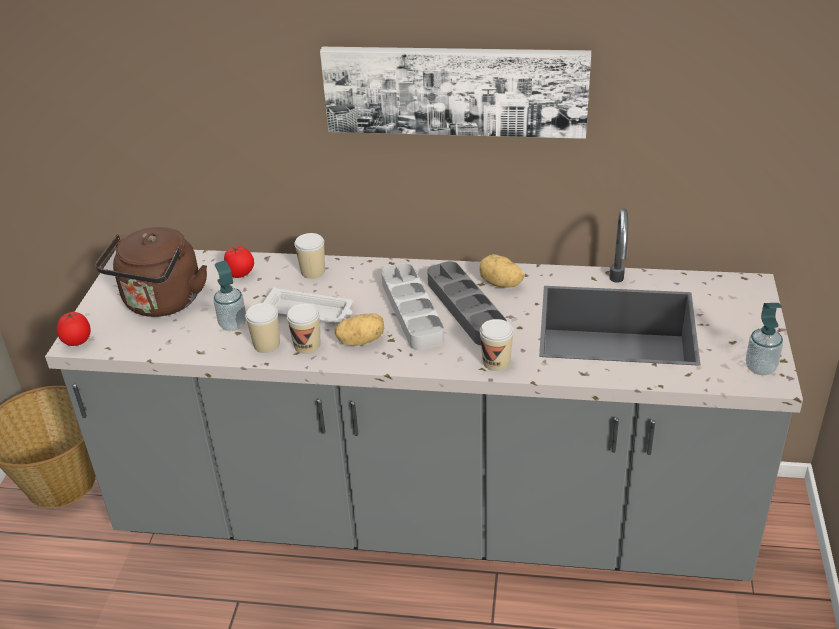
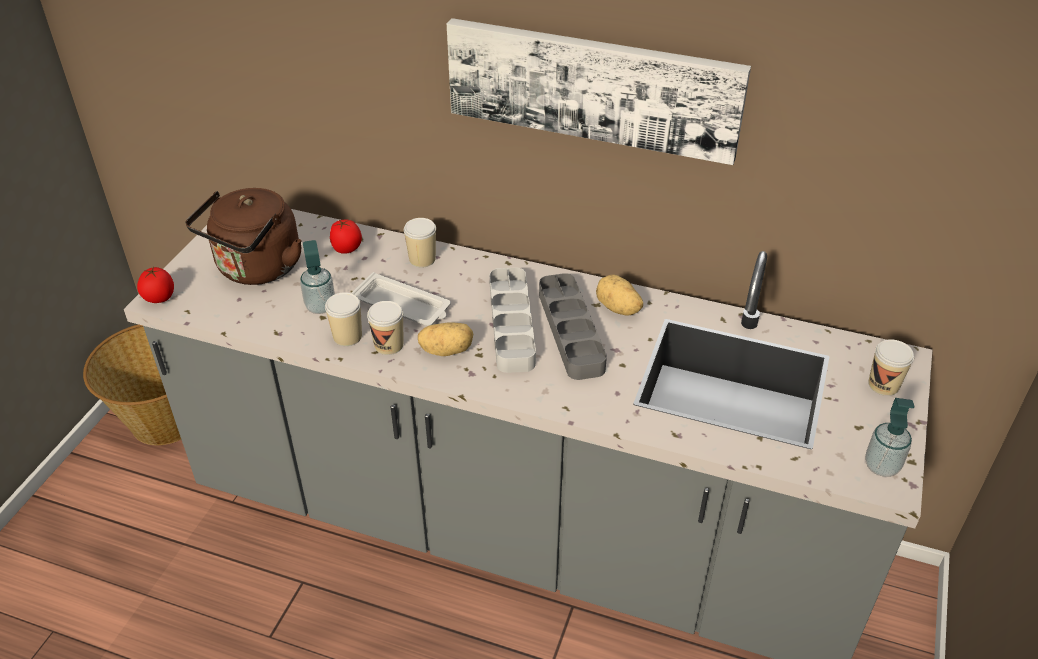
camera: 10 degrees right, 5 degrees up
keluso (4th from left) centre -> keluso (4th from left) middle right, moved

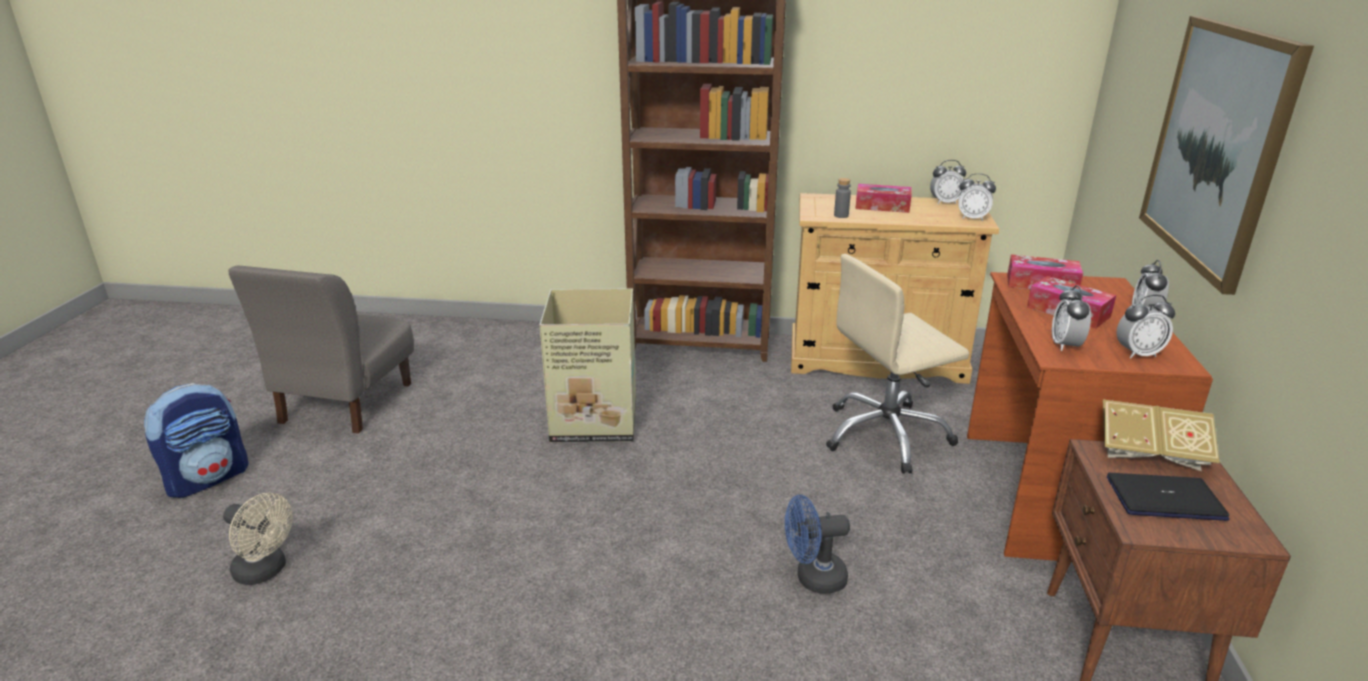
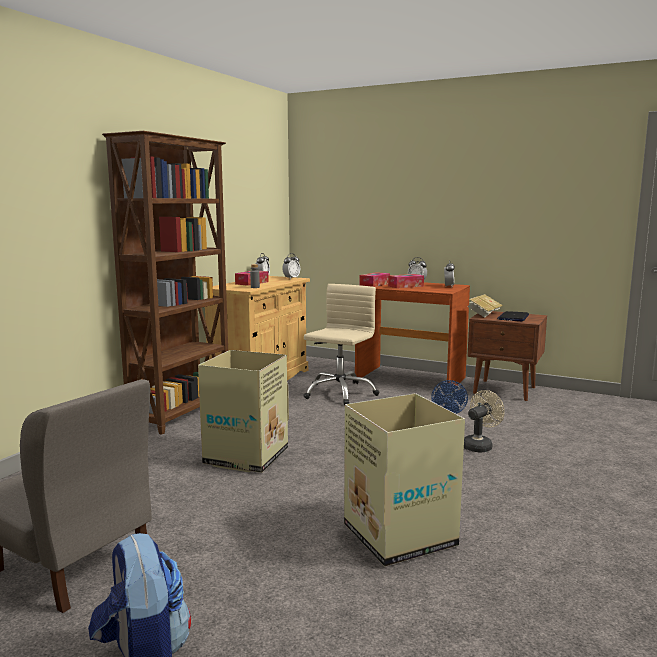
camera: 70 degrees left, 15 degrees down
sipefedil (3rd from left) middle right -> none
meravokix top right -> none
none -> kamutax (2nd from left) bottom centre
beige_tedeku bottom left -> beige_tedeku middle right, moved
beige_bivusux centre, 150 degrees counterclockwise

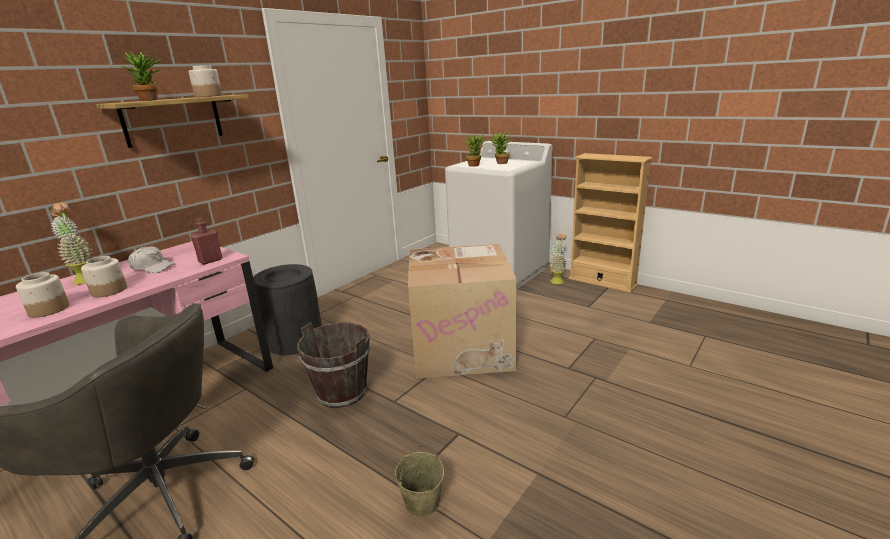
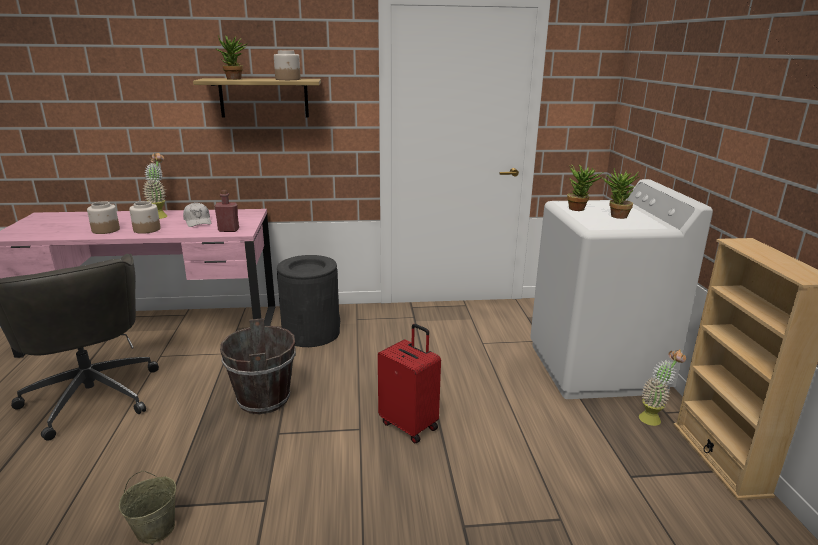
camera: 45 degrees right, 0 degrees up
kamutax centre -> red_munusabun bottom centre

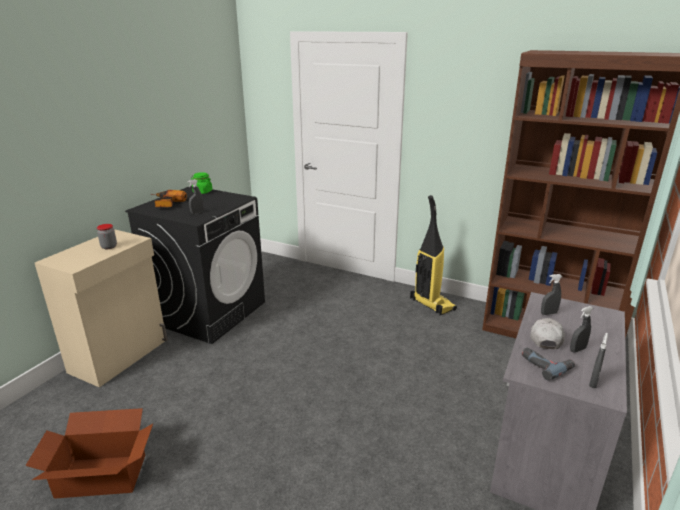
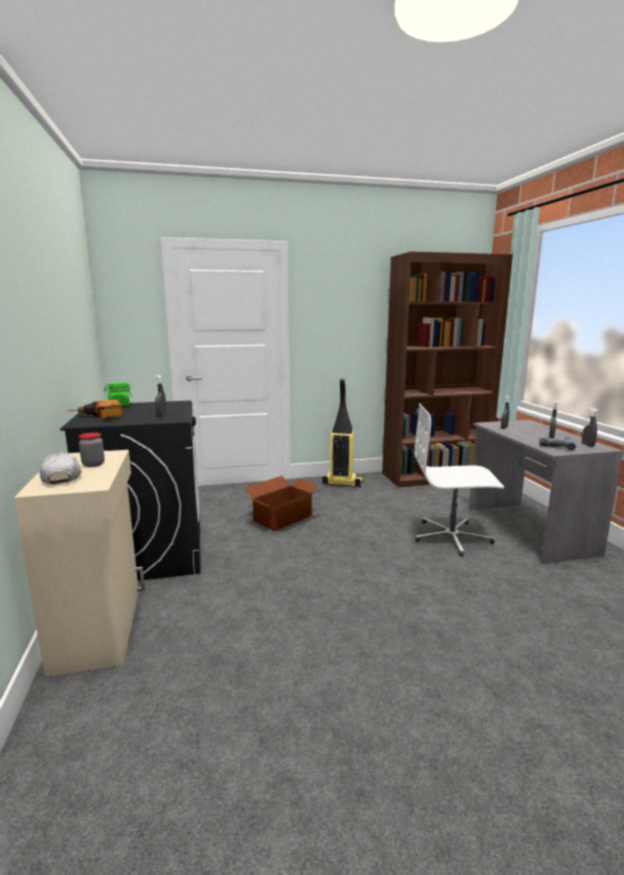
camera: 40 degrees left, 10 degrees down
none -> white_bivusux middle right
kamutax bottom left -> kamutax centre, moved
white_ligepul middle right -> white_ligepul middle left, moved

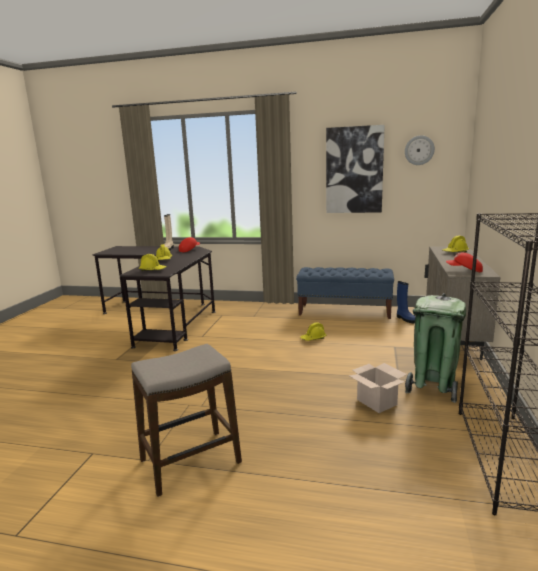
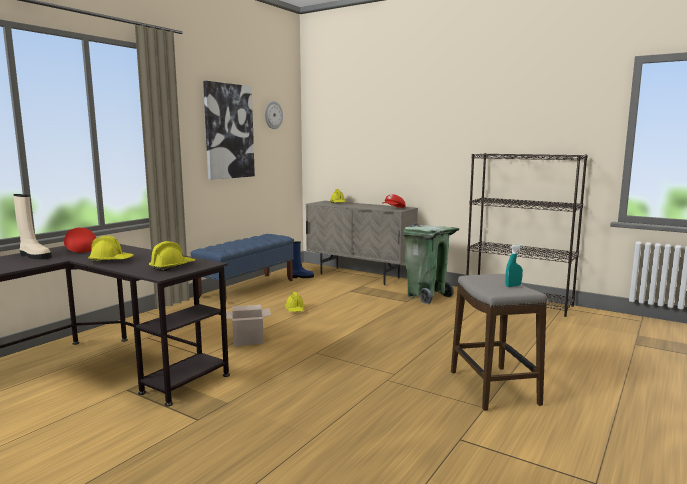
camera: 70 degrees left, 5 degrees down
none -> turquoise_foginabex middle right
kamutax bottom right -> kamutax bottom centre, moved

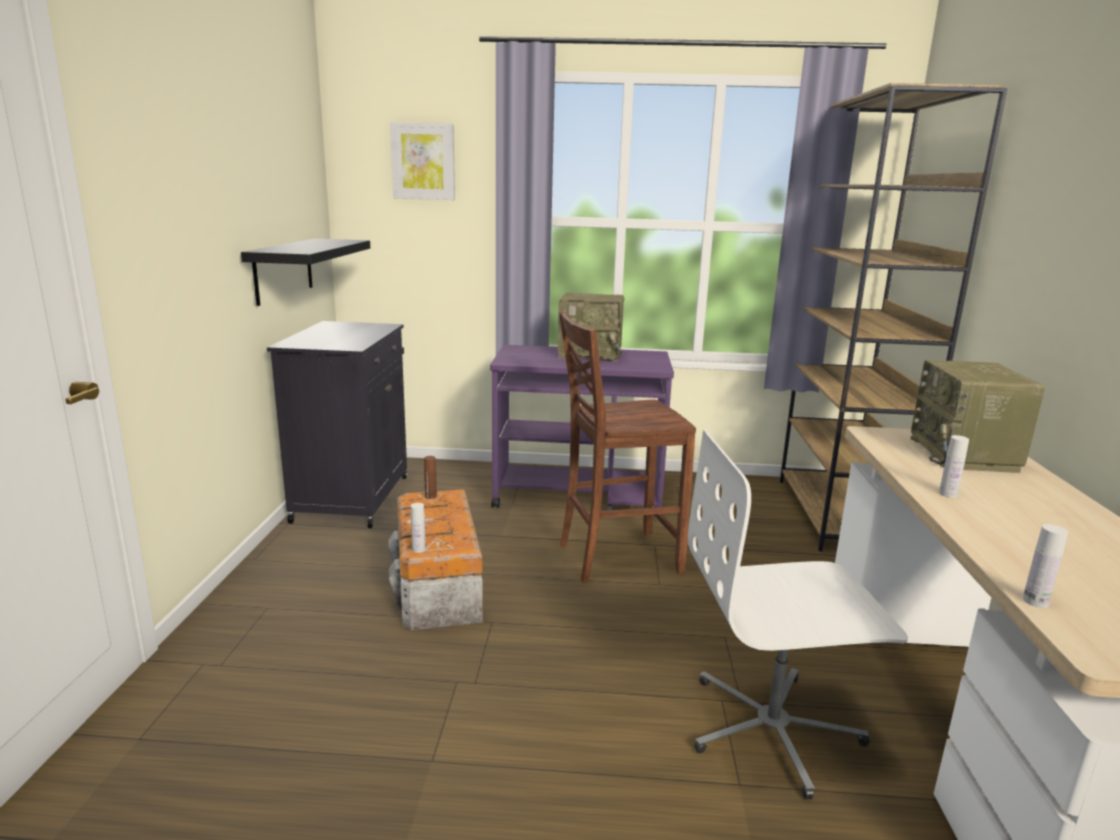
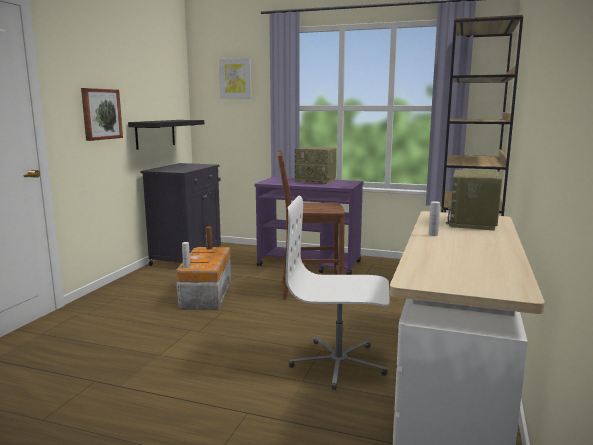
camera: 15 degrees right, 5 degrees down
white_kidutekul (3rd from left) bottom right -> none
none -> meravokix (1st from left) top left

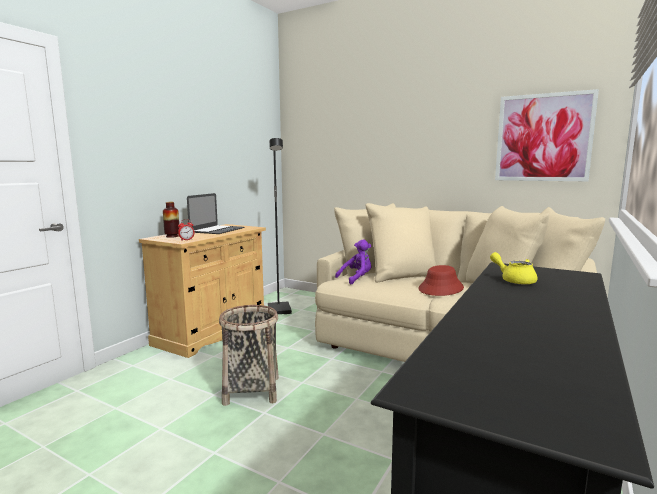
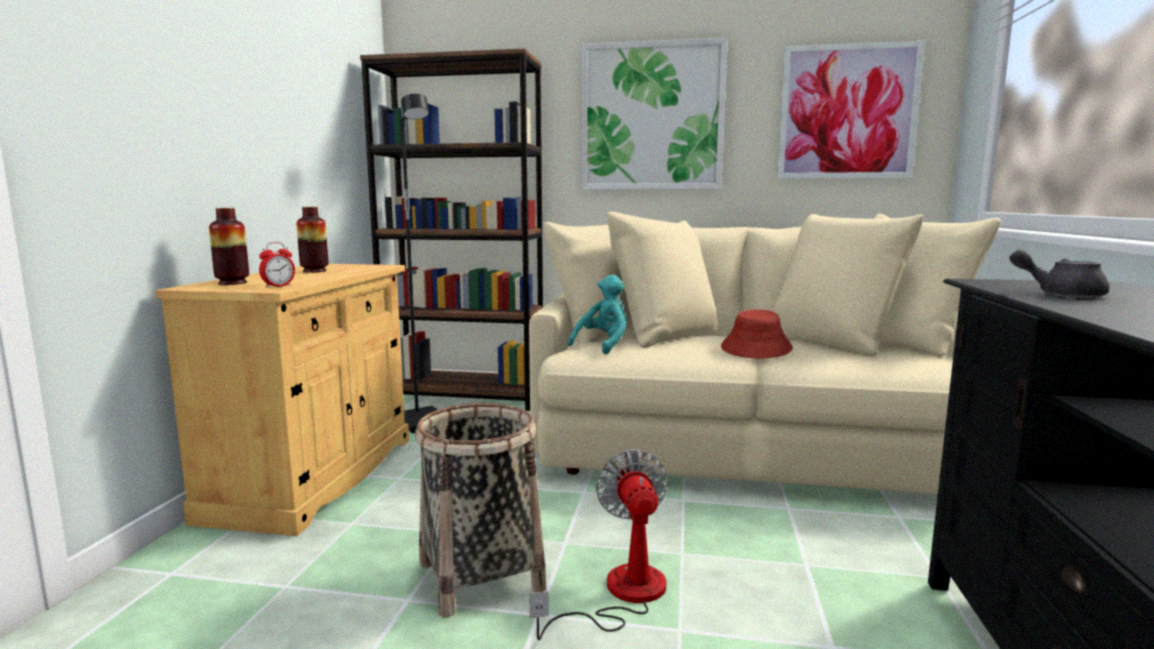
camera: 20 degrees left, 0 degrees up
none -> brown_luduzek centre
none -> tedeku bottom centre
none -> meravokix (1st from left) top centre
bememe middle left -> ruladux (2nd from left) middle left
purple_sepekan centre -> turquoise_sepekan centre
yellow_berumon middle right -> grey_berumon middle right

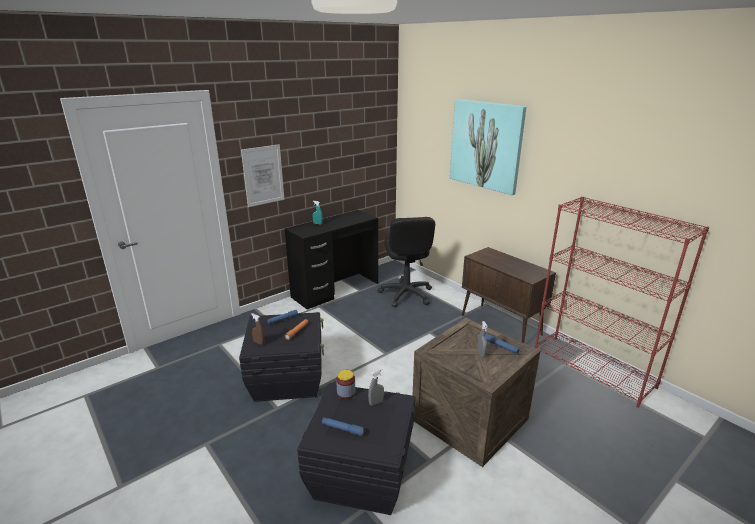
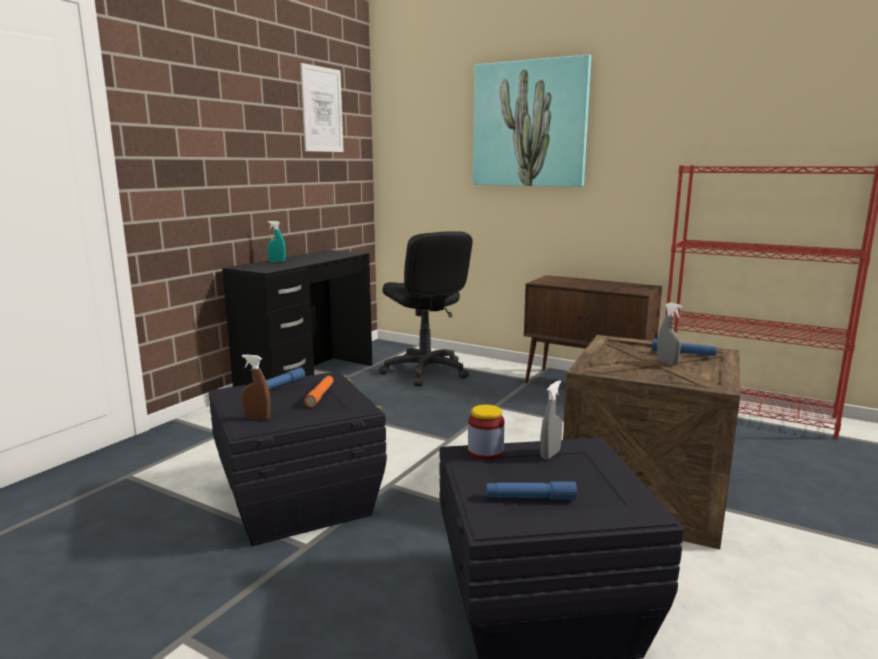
camera: 20 degrees left, 10 degrees down
meravokix (1st from left) centre -> meravokix (1st from left) top centre, moved

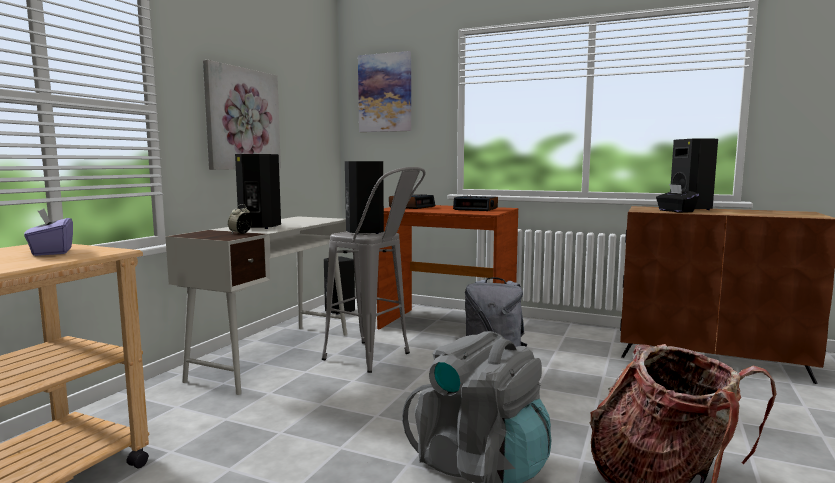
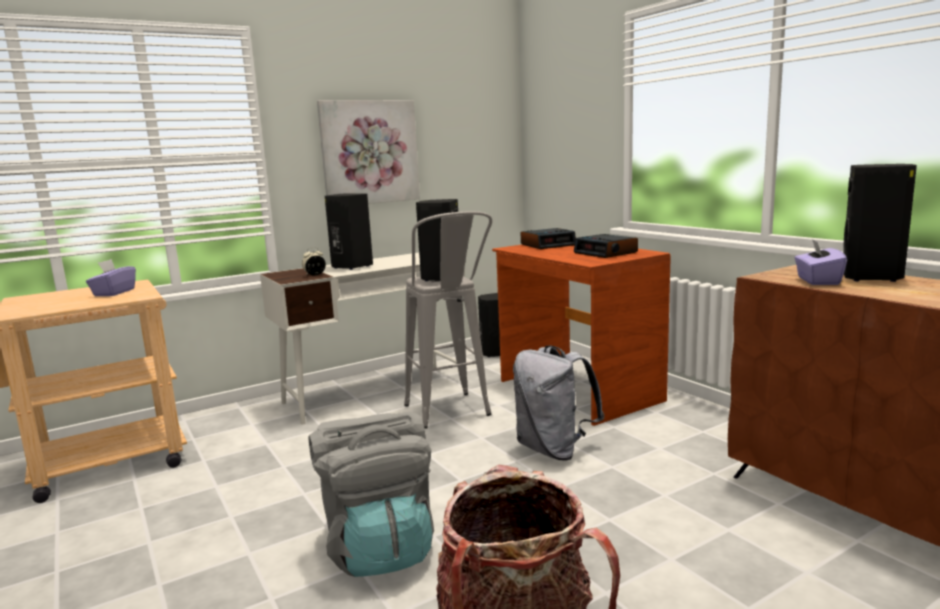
camera: 35 degrees right, 5 degrees up
meravokix (2nd from left) top centre -> none
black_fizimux middle right -> purple_fizimux (2nd from left) middle right

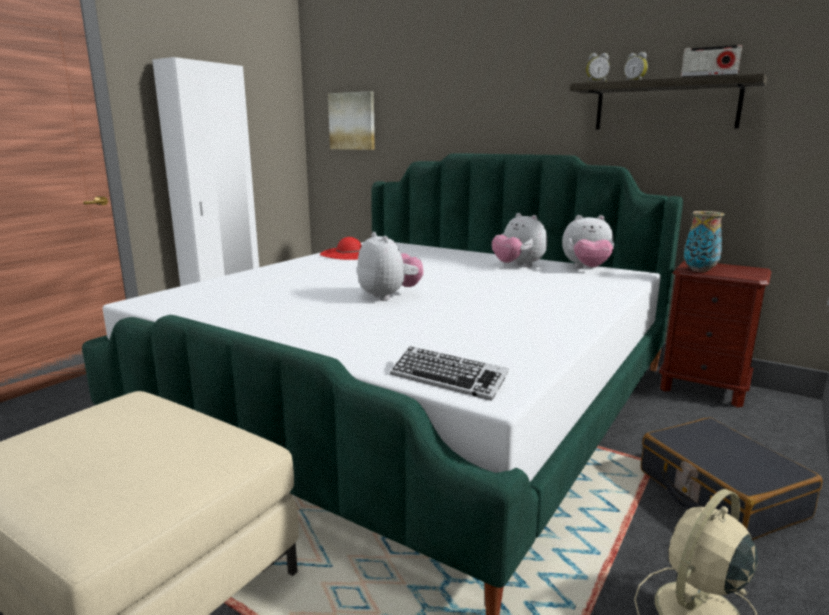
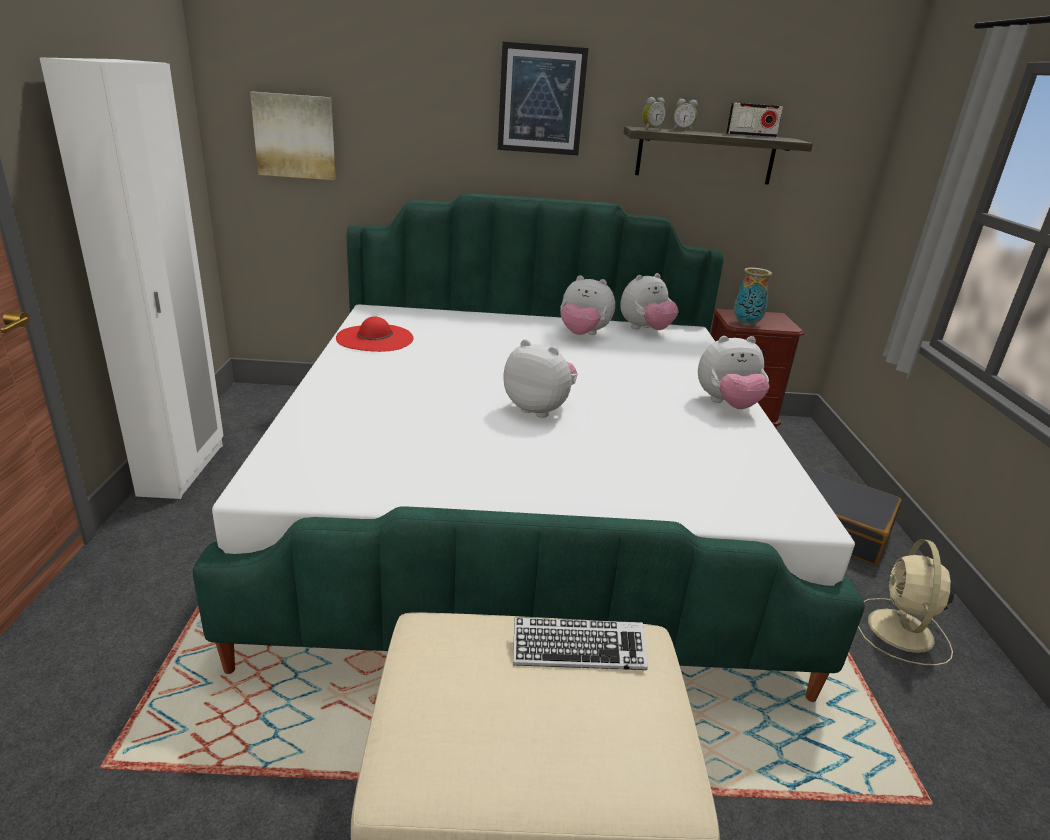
camera: 35 degrees left, 10 degrees up
none -> meravokix (2nd from left) top centre
none -> sepekan (4th from left) middle right
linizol centre -> linizol bottom centre, moved

